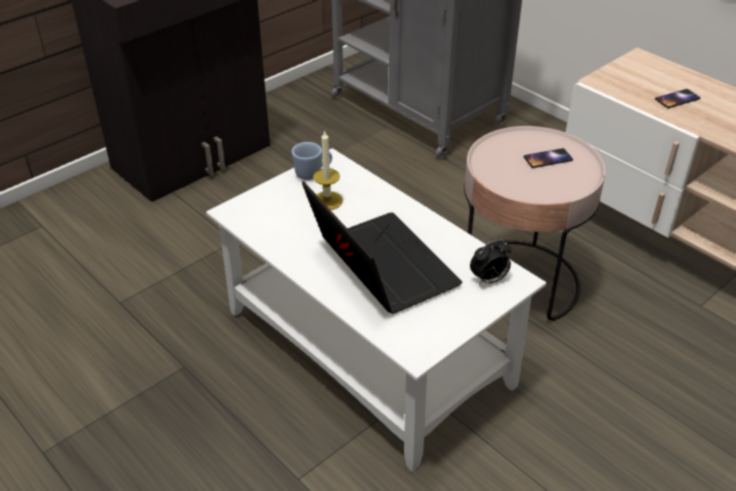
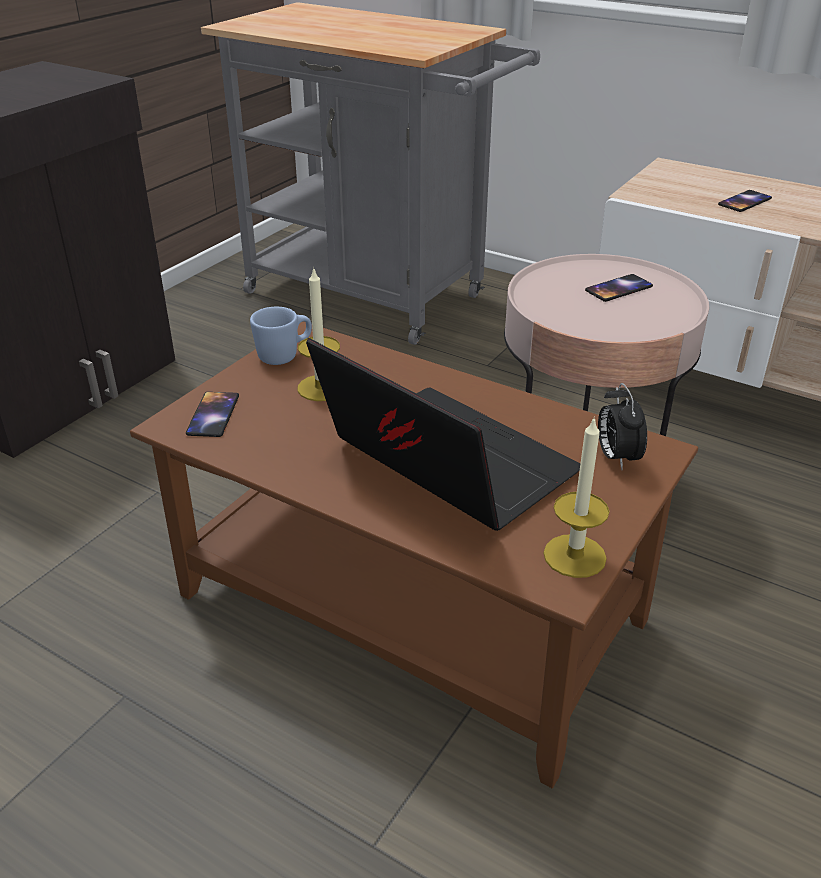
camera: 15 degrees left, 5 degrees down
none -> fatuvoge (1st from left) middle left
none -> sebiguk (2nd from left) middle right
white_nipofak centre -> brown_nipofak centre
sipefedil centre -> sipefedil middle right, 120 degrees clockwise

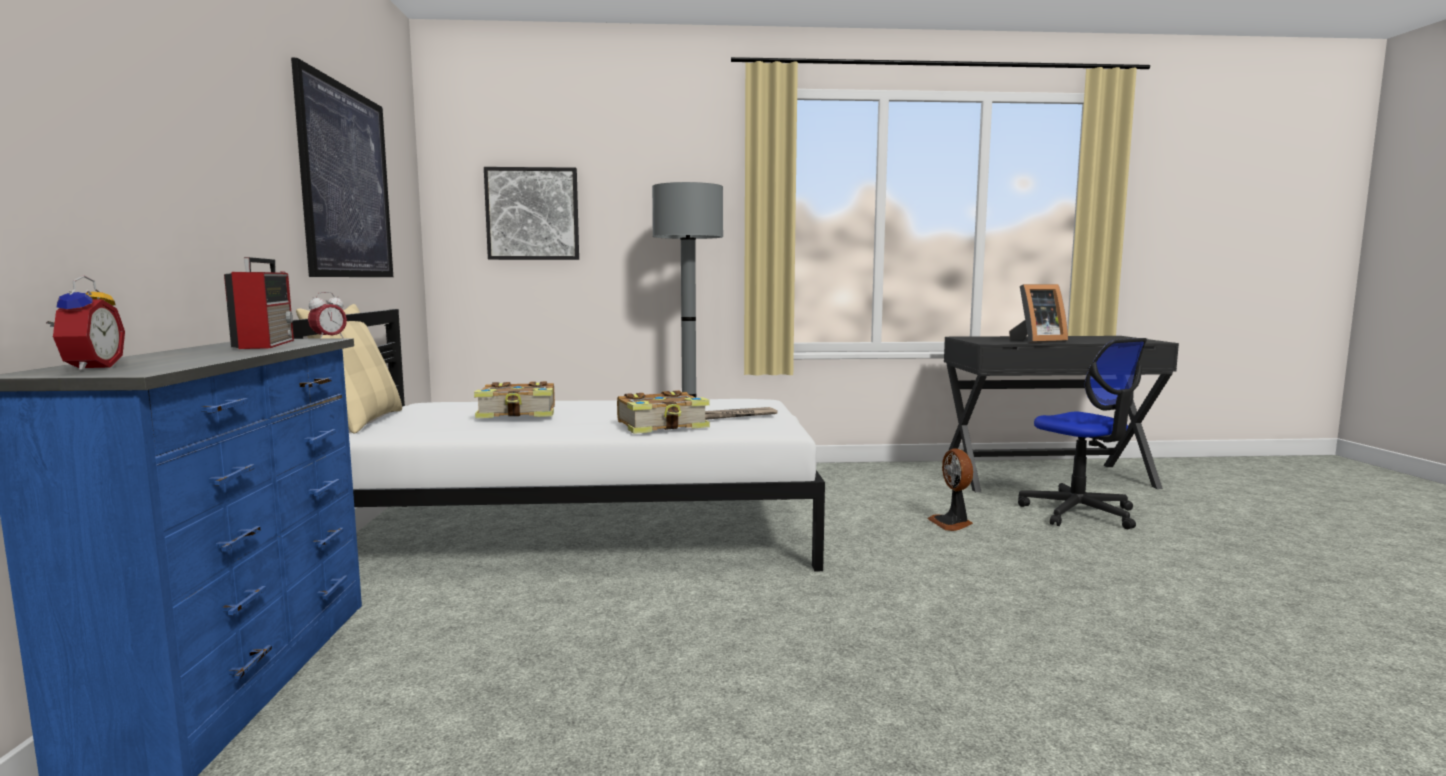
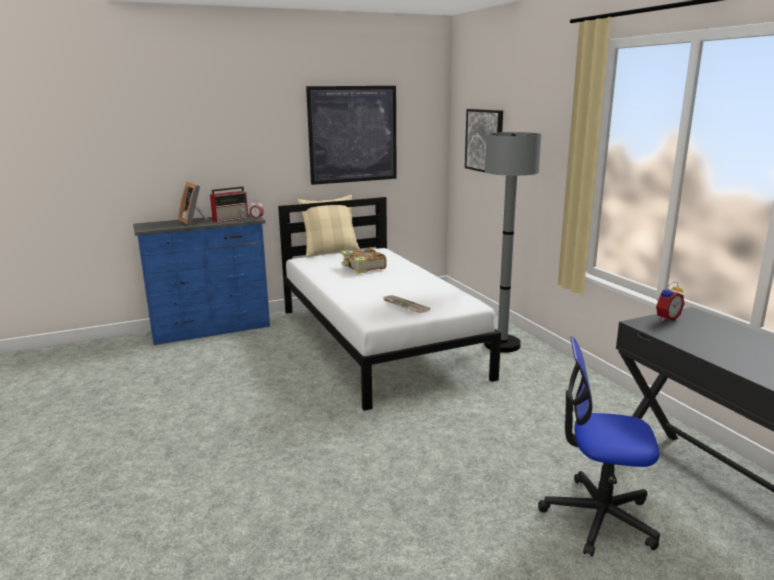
camera: 70 degrees right, 10 degrees up
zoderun (2nd from left) centre -> none
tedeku centre -> none
sipefedil (1st from left in the first image) middle left -> sipefedil (2nd from left) middle right, moved
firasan middle right -> firasan middle left, moved
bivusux middle right -> bivusux bottom right, 60 degrees clockwise

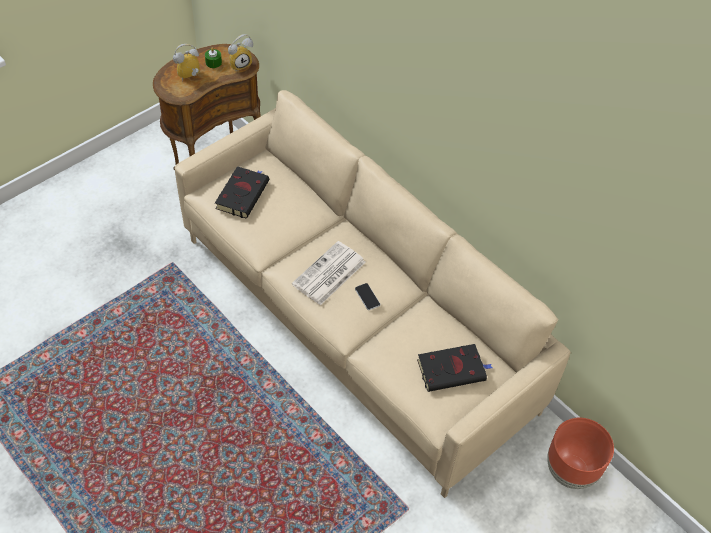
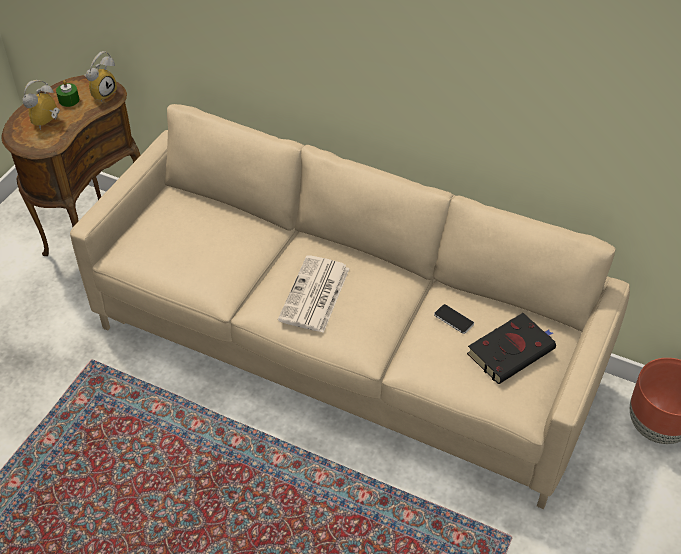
camera: 20 degrees left, 5 degrees down
black_zoderun (1st from left) centre -> none
fatuvoge centre -> fatuvoge middle right, moved

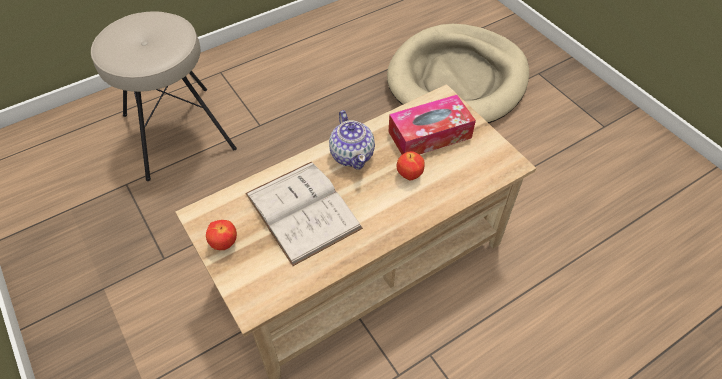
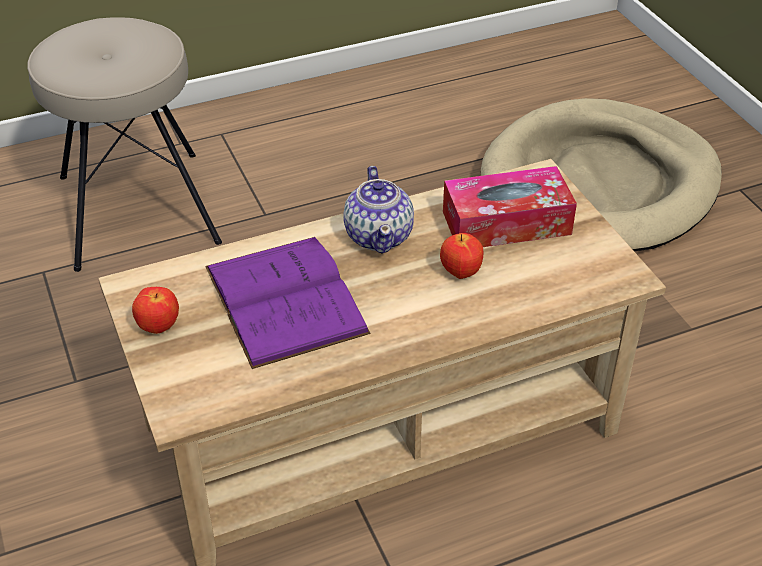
camera: 10 degrees right, 10 degrees down
white_zoderun centre -> purple_zoderun centre

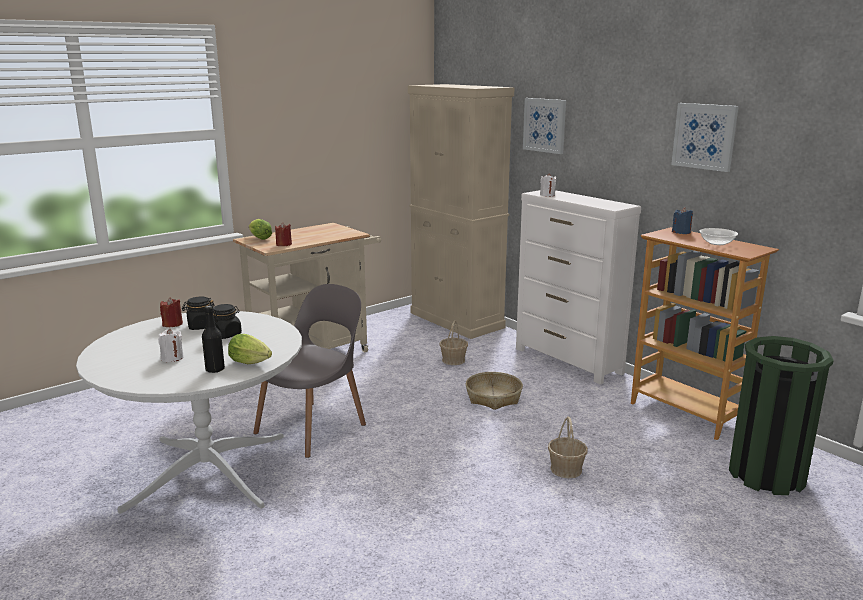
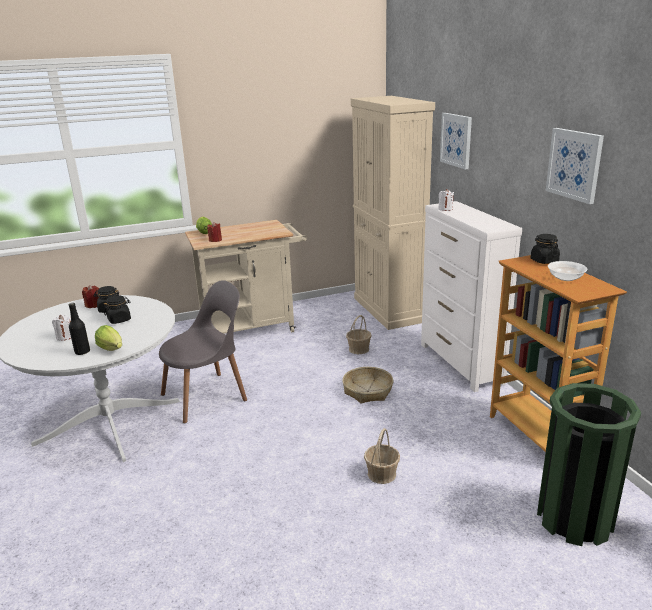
camera: 20 degrees right, 5 degrees up
blue_sebiguk middle right -> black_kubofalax (3rd from left) middle right

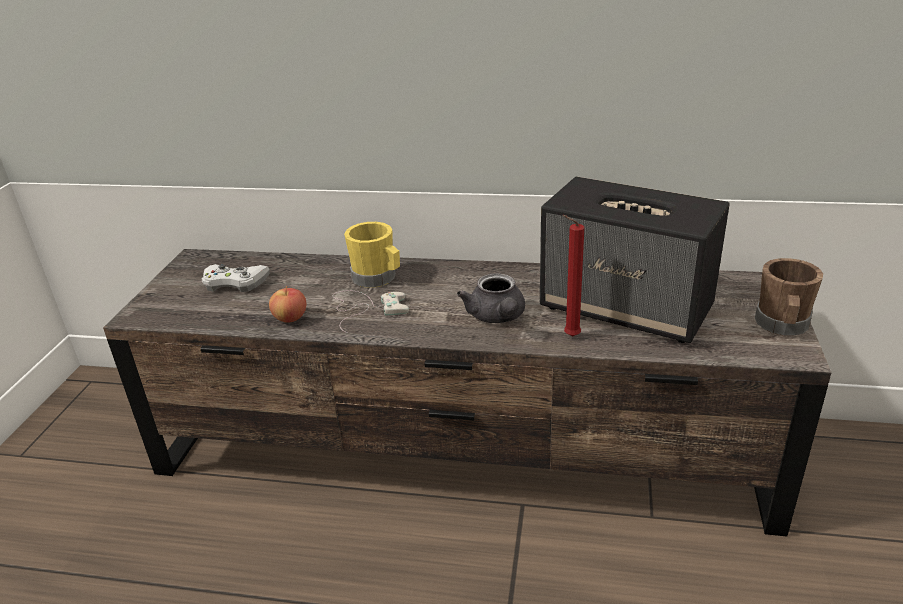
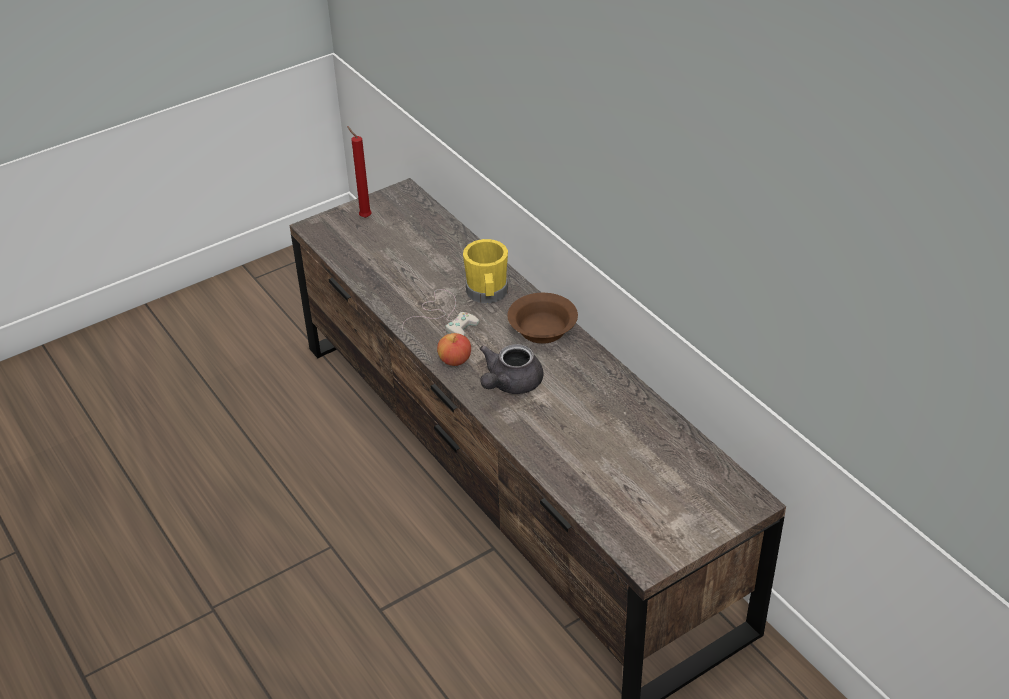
camera: 45 degrees right, 10 degrees up
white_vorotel (1st from left) middle left -> none
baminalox middle right -> none
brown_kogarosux middle right -> none
none -> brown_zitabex centre
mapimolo middle left -> mapimolo centre, moved
red_sebiguk centre -> red_sebiguk top centre, moved

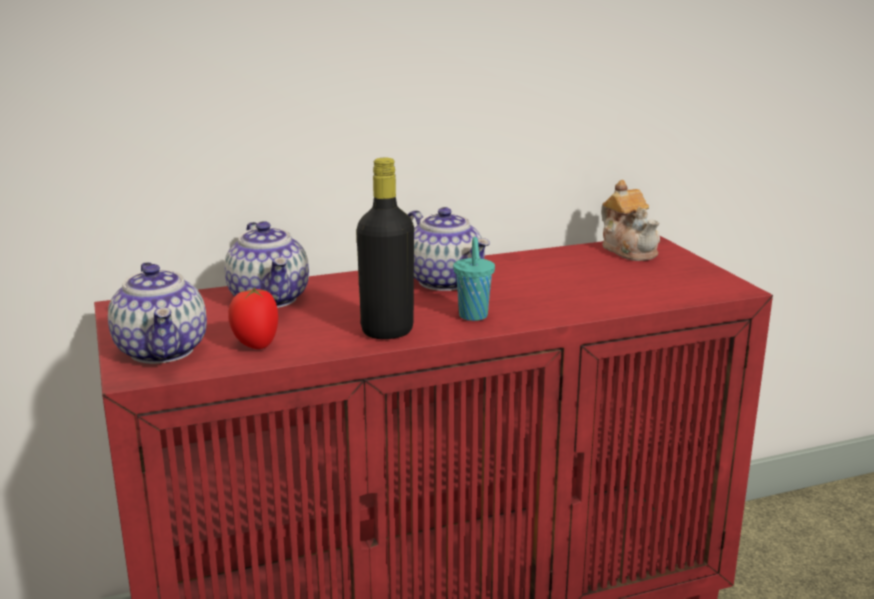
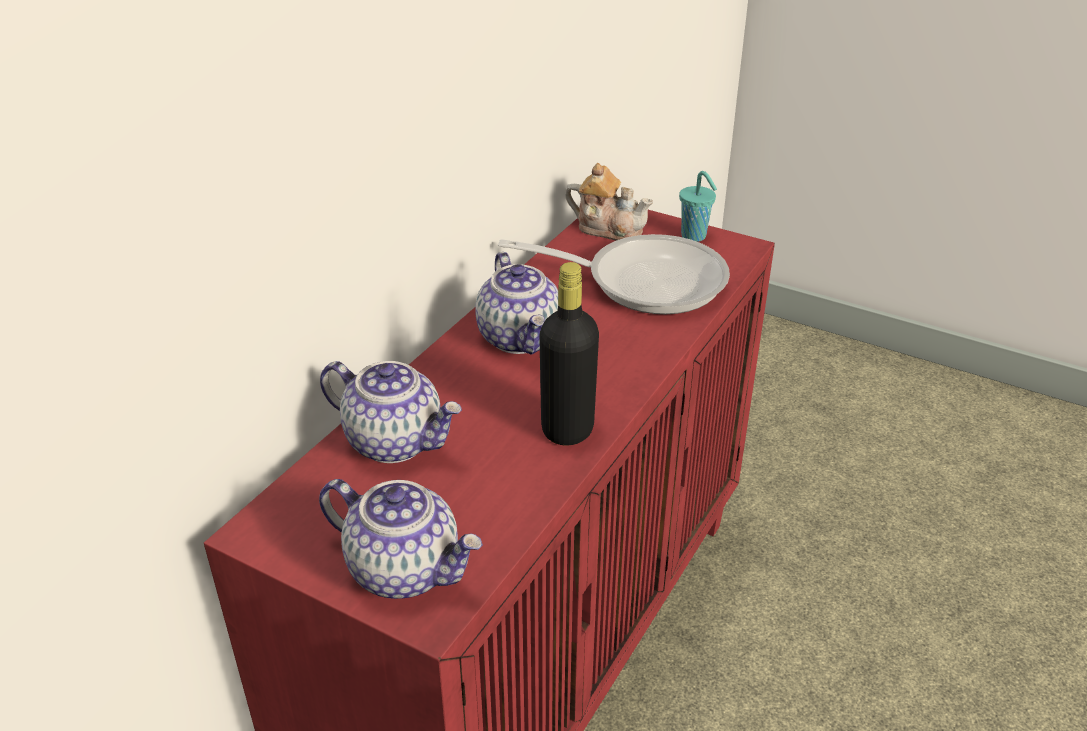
camera: 40 degrees left, 15 degrees up
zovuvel middle left -> none
none -> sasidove centre
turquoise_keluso centre -> turquoise_keluso top centre, moved
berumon (3rd from left) centre, 60 degrees clockwise

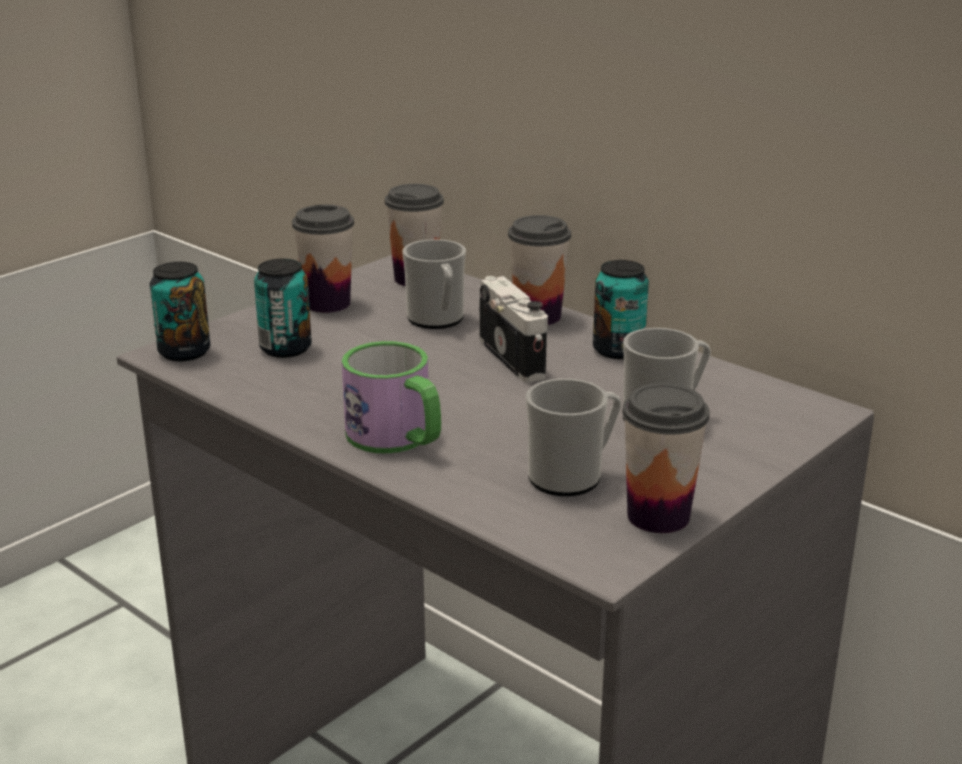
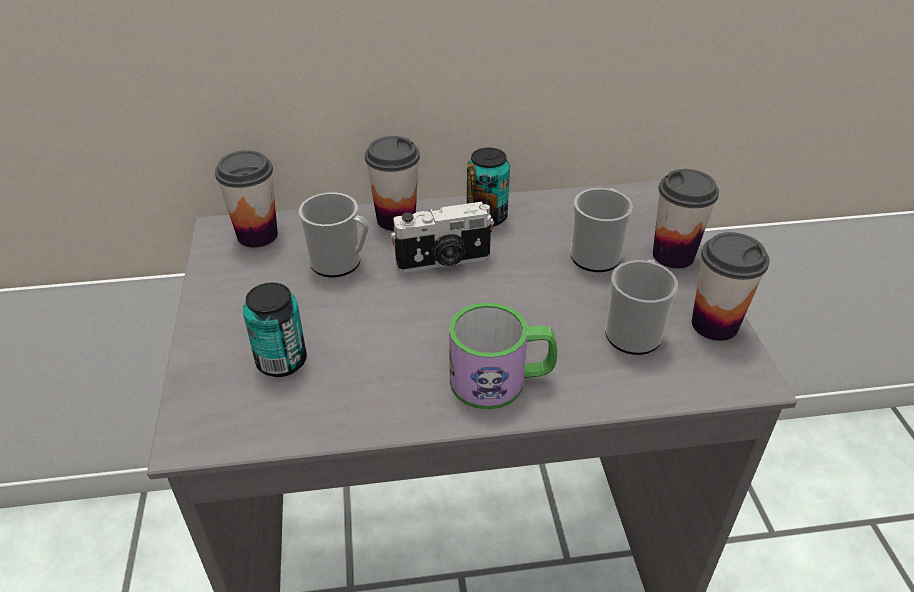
camera: 50 degrees left, 15 degrees up
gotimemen (1st from left) middle left -> none
keluso (1st from left in the first image) centre -> keluso (3rd from left) middle right, moved
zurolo centre, 150 degrees clockwise

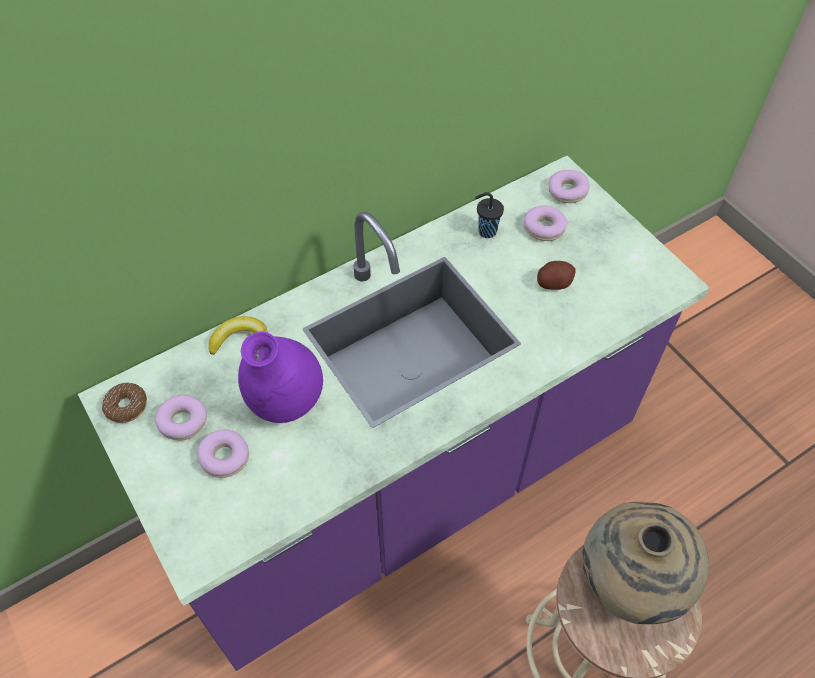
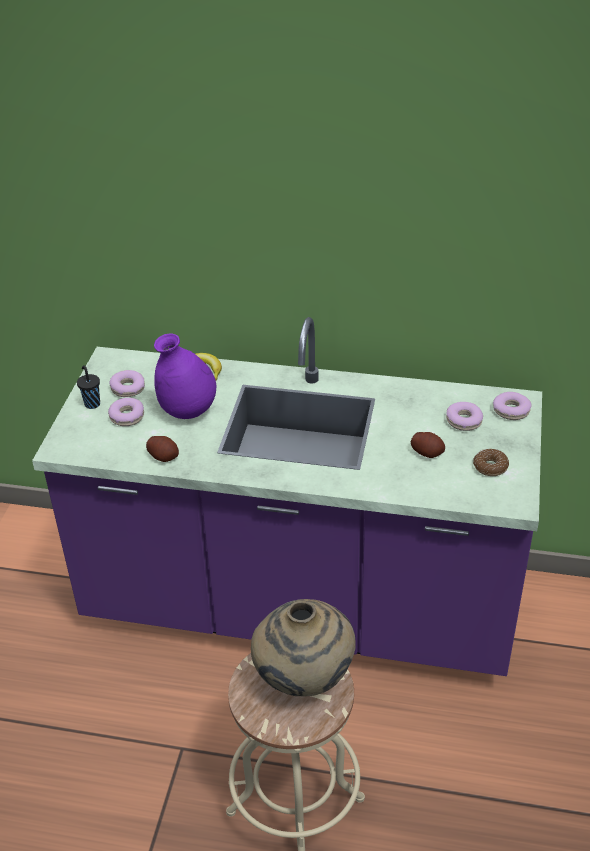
camera: 45 degrees right, 15 degrees down
none -> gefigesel (1st from left) middle left
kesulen (1st from left in the first image) middle left -> kesulen (4th from left) middle right, moved
black_keluso top centre -> black_keluso middle left, moved

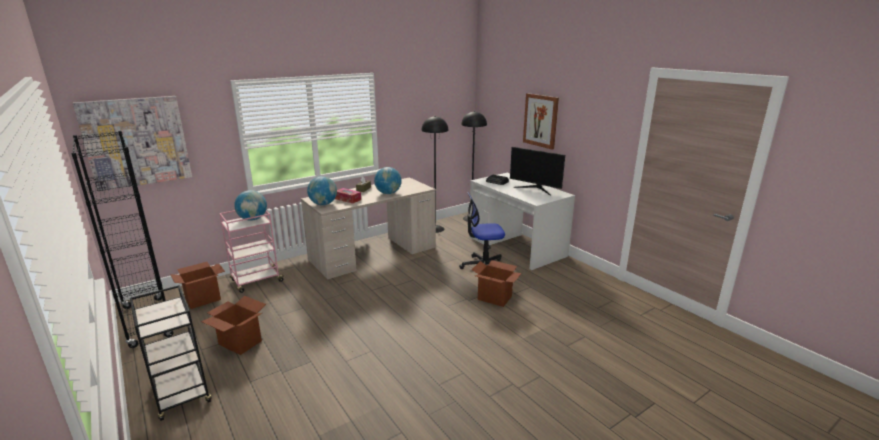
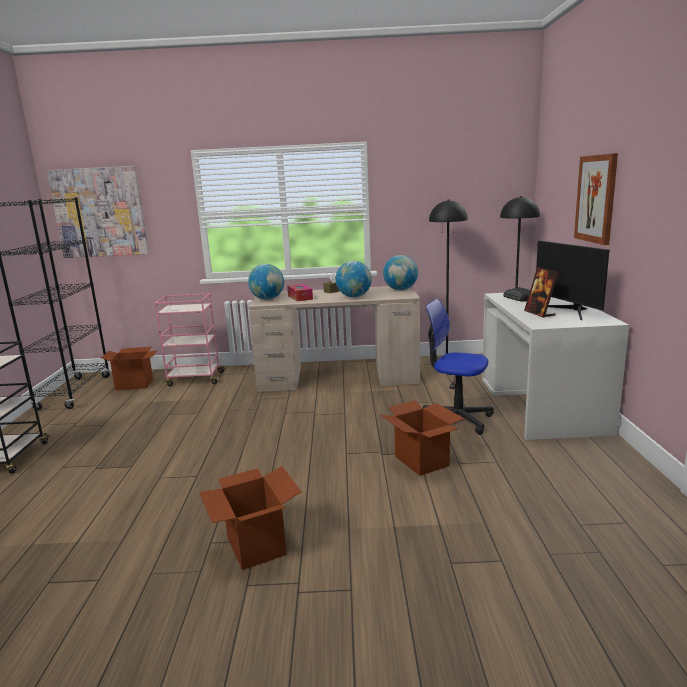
camera: 35 degrees right, 5 degrees down
none -> firasan middle right
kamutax (2nd from left) bottom left -> kamutax (2nd from left) bottom centre, moved
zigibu (1st from left in the first image) middle left -> zigibu (3rd from left) centre, moved

